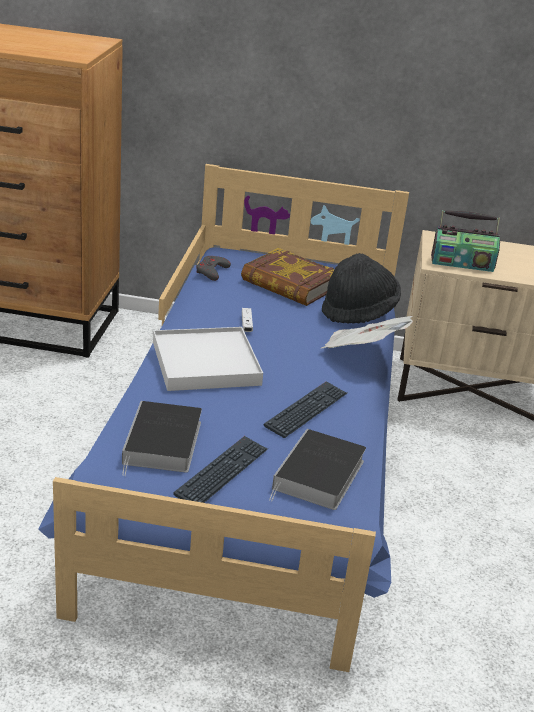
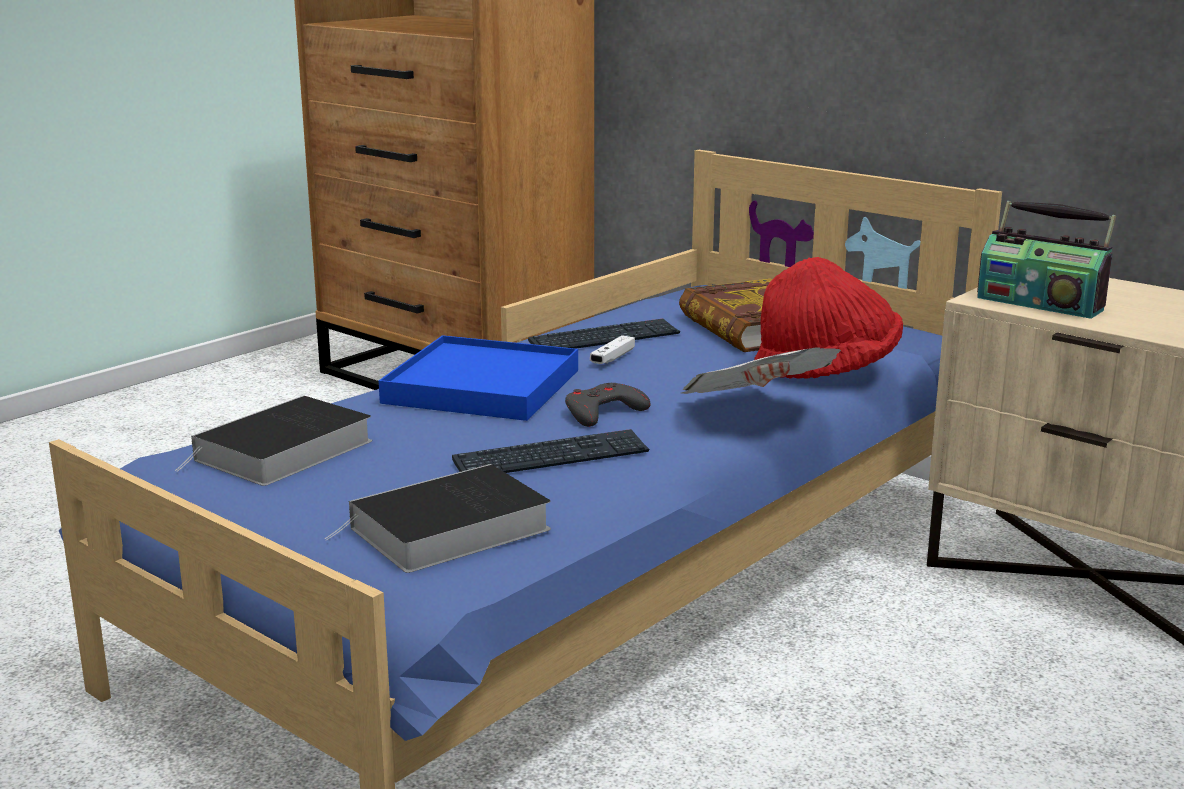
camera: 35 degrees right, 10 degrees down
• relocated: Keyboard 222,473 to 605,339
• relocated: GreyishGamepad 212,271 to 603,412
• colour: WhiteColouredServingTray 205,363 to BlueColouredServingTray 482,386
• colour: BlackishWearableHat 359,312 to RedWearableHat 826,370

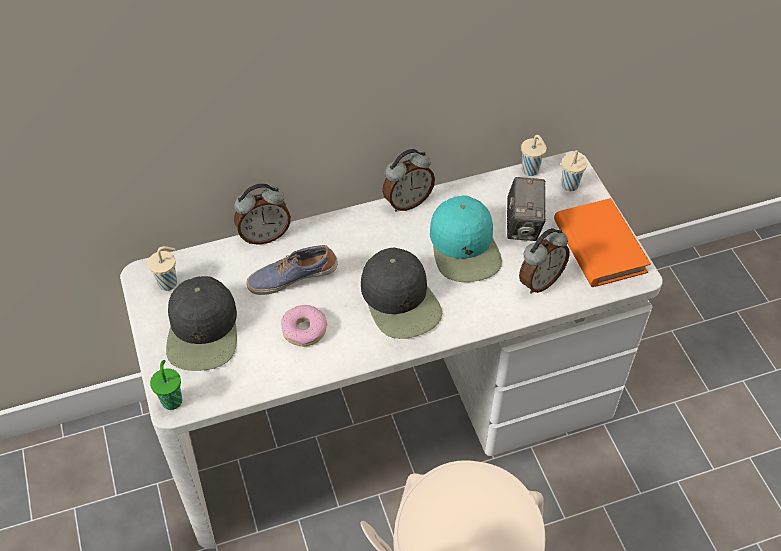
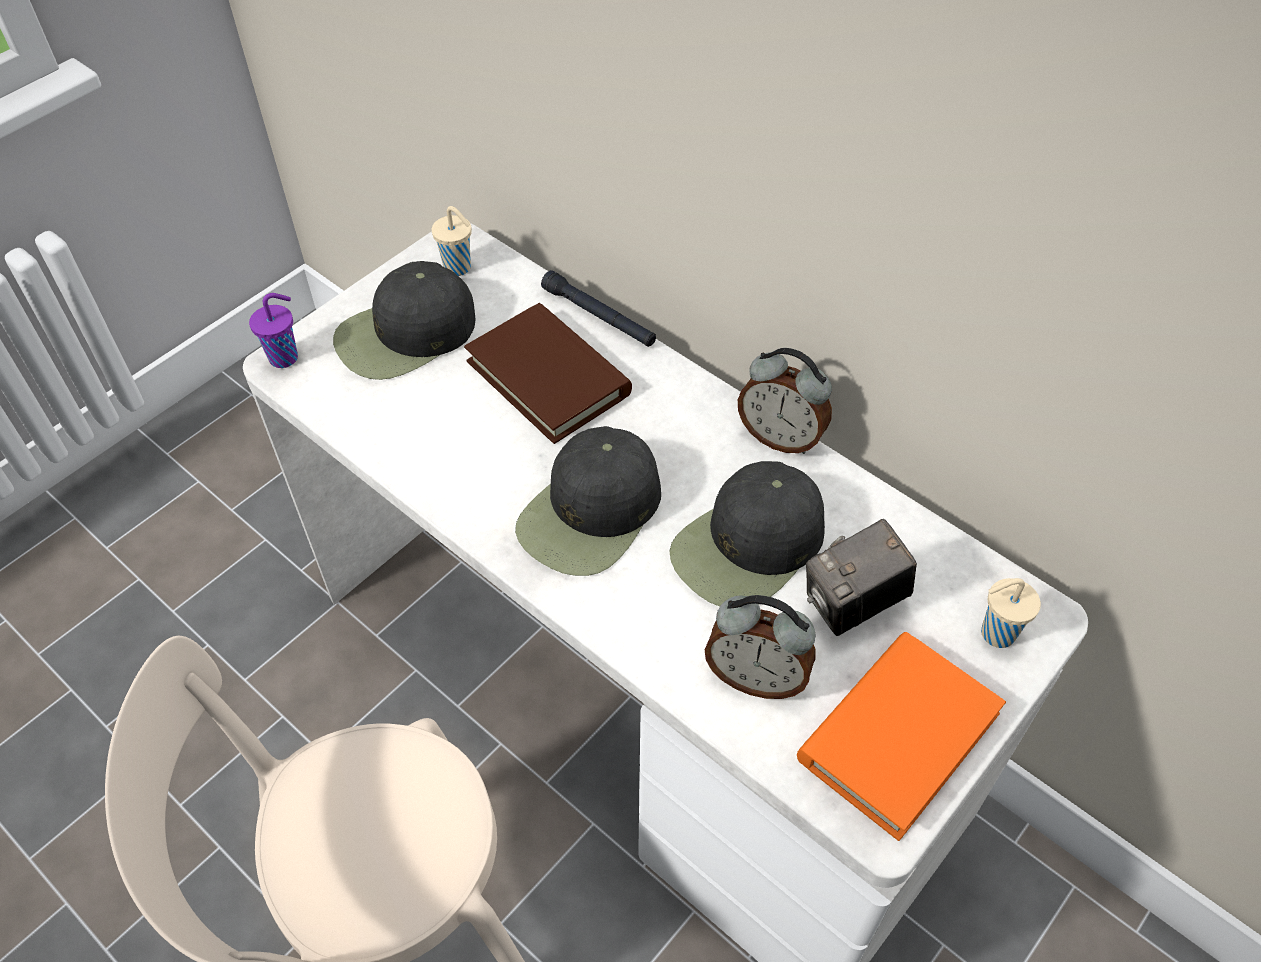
camera: 60 degrees right, 0 degrees up
• missing: Doughnut 304,329
• missing: BeigeColouredCup 531,171
• exchanged: BedsideClock 264,235 to BlackishTorch 599,317
• exchanged: LowShoe 292,278 to BrownBoundBook 548,377
• colour: GreenCup 172,400 to PurpleCup 285,357
• colour: TurquoiseColouredCap 465,247 to BlackishCap 749,546

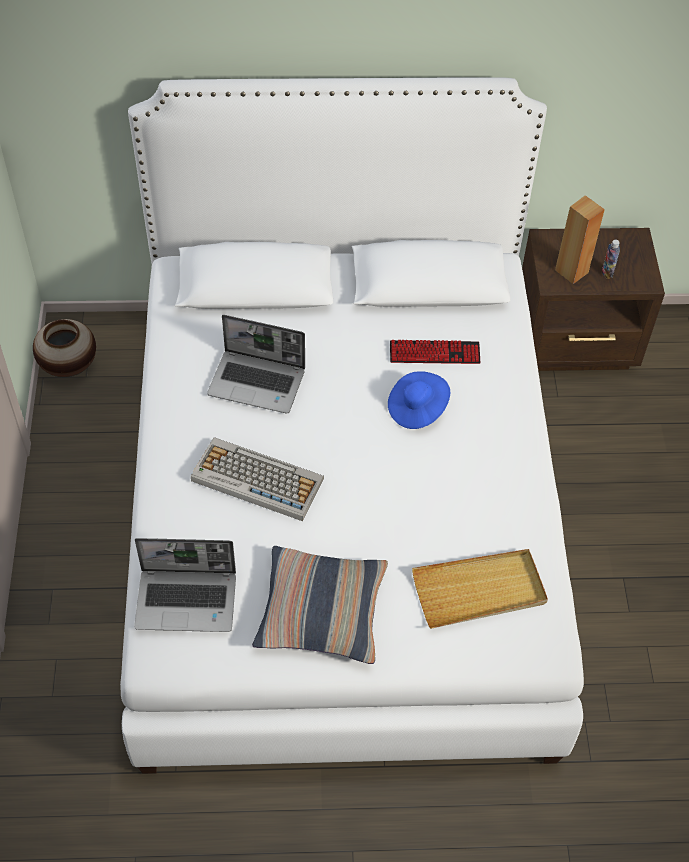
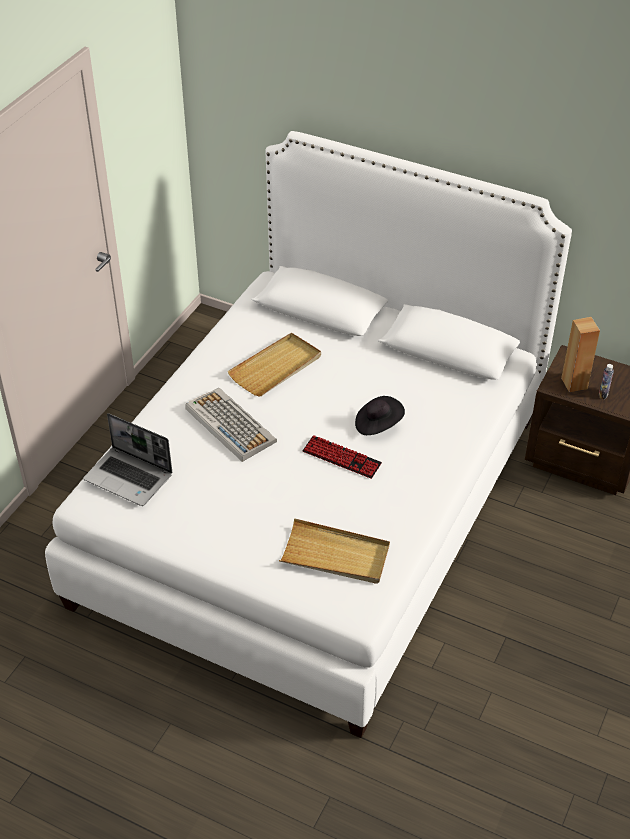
camera: 30 degrees right, 10 degrees down
• missing: FlowerVase 69,365
• missing: Cushion 321,611
• relocated: Keyboard 434,353 to 341,458
• exchanged: PortableComputer 258,382 to BeigeColouredServingTray 276,367
• colour: BlueColouredWearableHat 417,408 to BlackishWearableHat 378,425

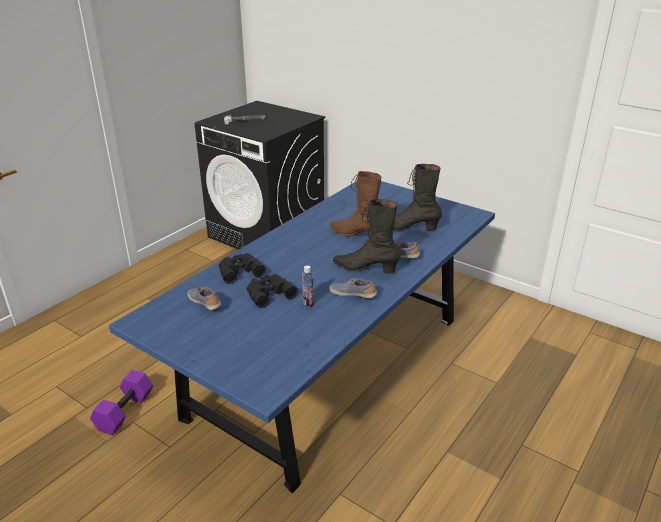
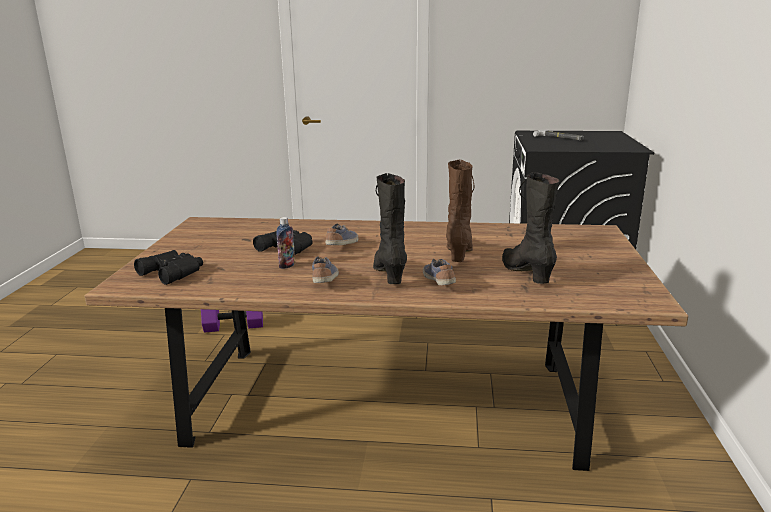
camera: 60 degrees right, 10 degrees down
• relocated: LowShoe 205,303 to 343,245
• relocated: BlackishBinoculars 239,271 to 174,272
• colour: BlueColouredDinnerTable 330,365 to BrownDinnerTable 387,402

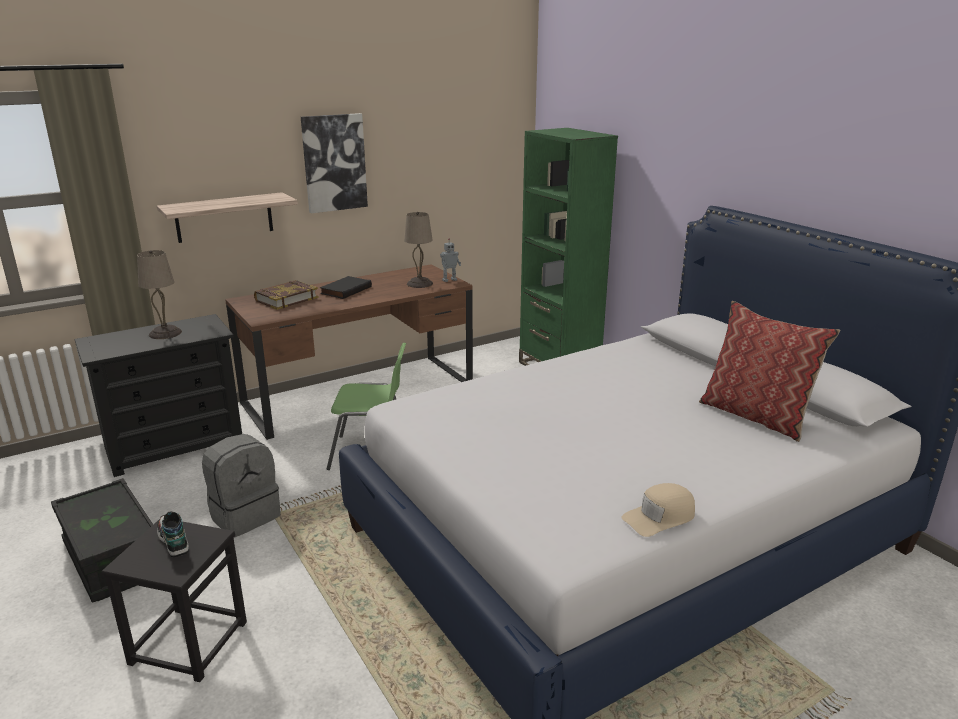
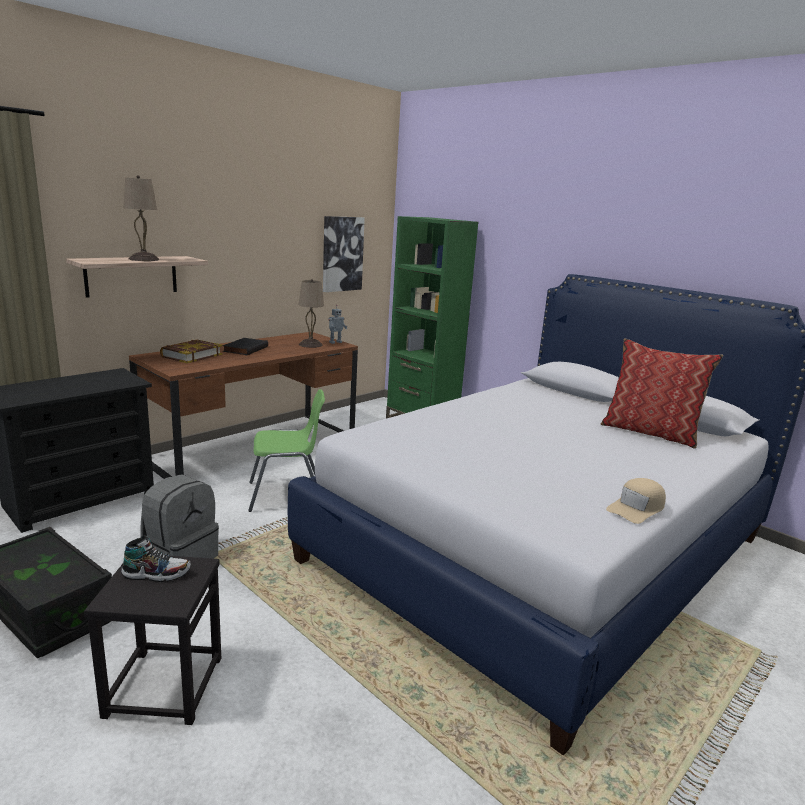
camera: 15 degrees left, 5 degrees down
• relocated: BeigeColouredLampForATable 164,333 to 143,259
• relocated: WallArt 334,163 to 342,254
• spun: LowShoe 173,541 = 156,574 135 degrees clockwise

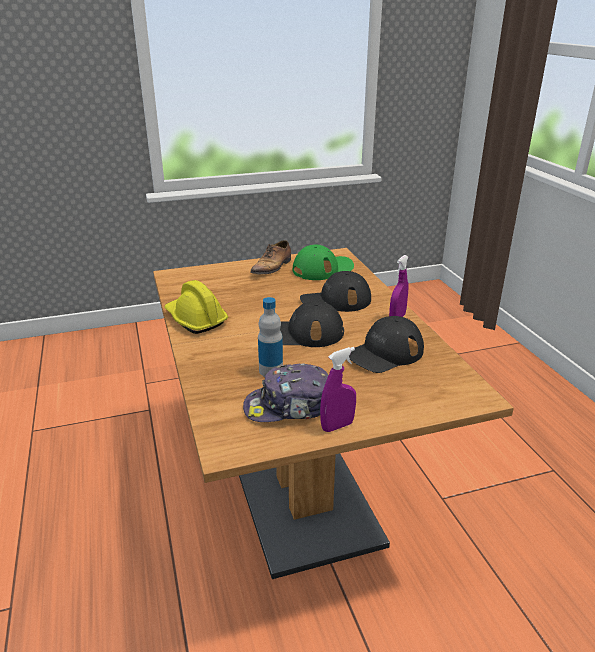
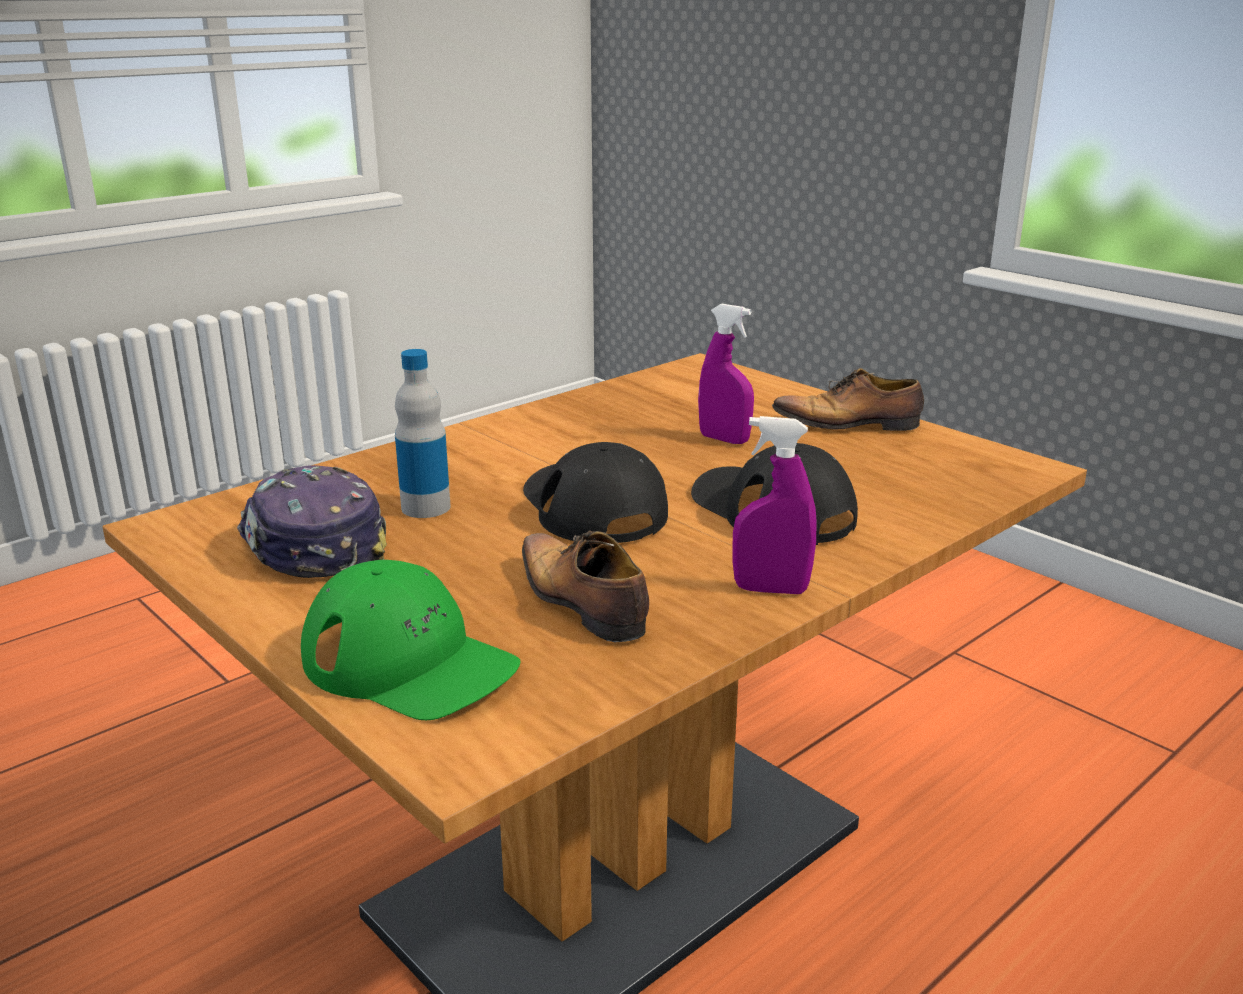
camera: 65 degrees right, 5 degrees down
• missing: YellowSafetyHelmet 195,319
• relocated: GreenCap 323,269 to 410,663
• relocated: PurpleSprayer 337,426 to 724,439
• exchanged: BlackishCap 384,353 to LowShoe 581,601

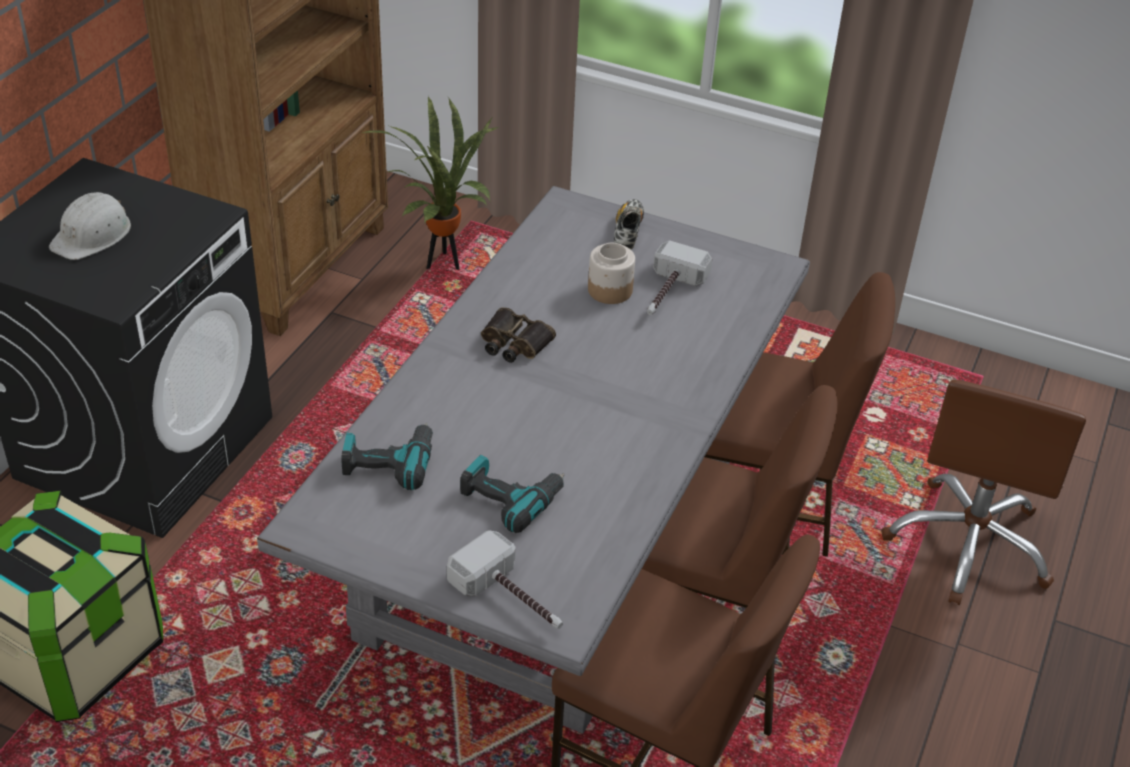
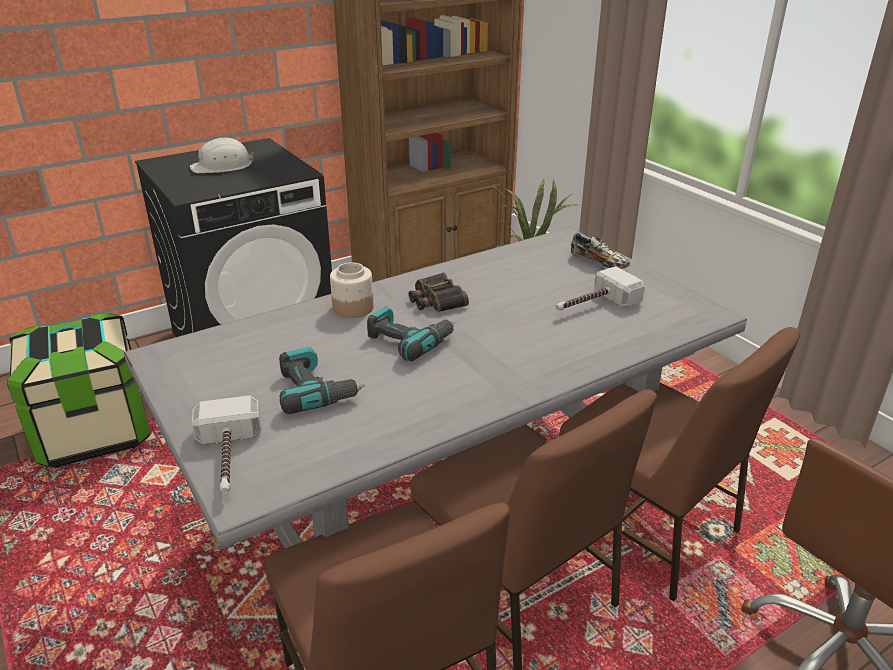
camera: 35 degrees right, 10 degrees down
• relocated: Drill 388,462 to 409,340
• relocated: PreserveJar 609,290 to 352,308
• spun: LowShoe 628,232 = 599,263 90 degrees clockwise

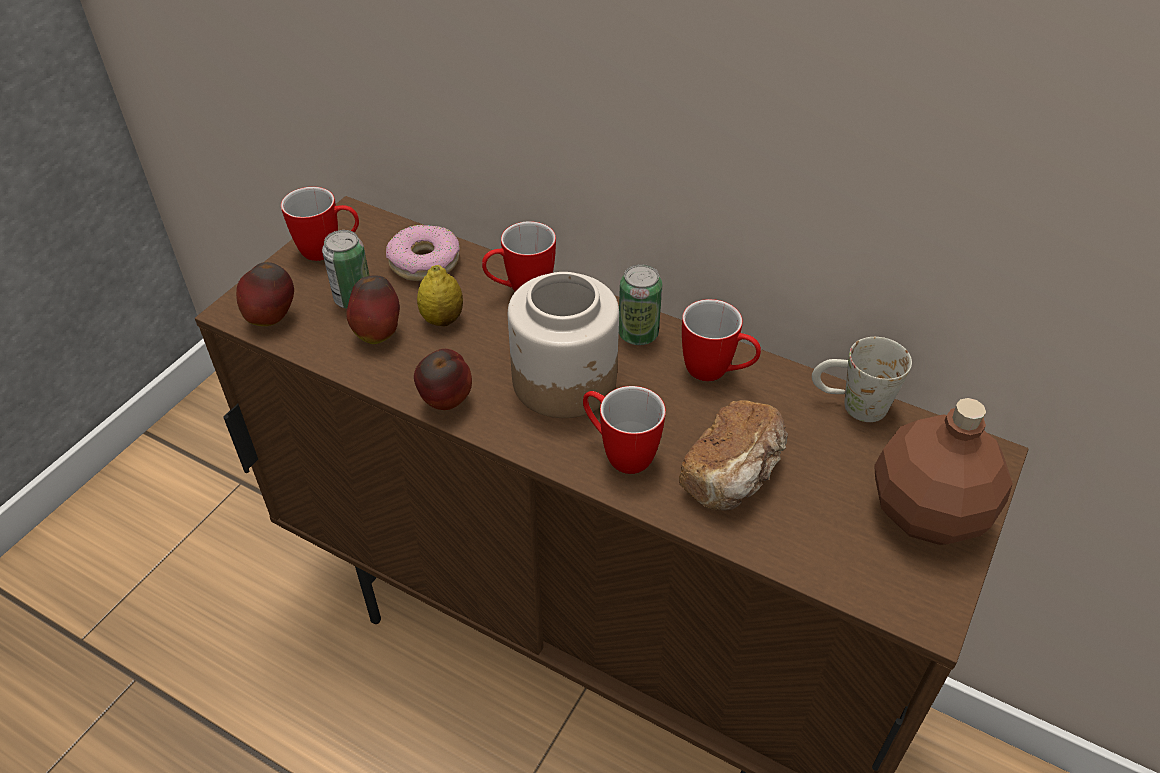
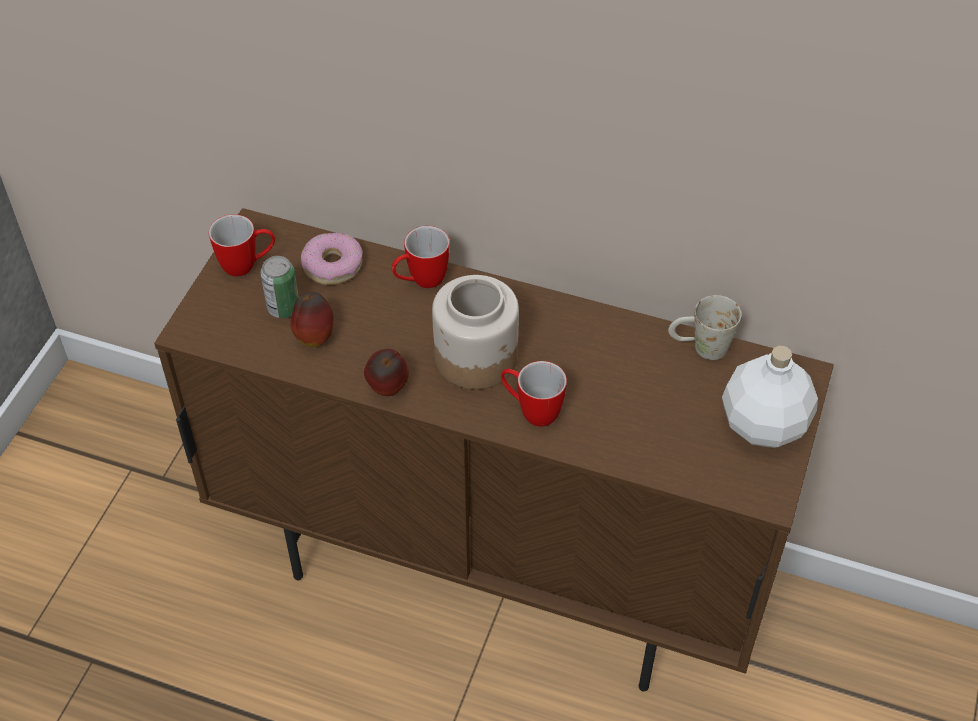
camera: 10 degrees left, 5 degrees up
• missing: AppleFruit 272,319
• missing: WholeLemon 442,319
• missing: SealedCan 638,334
• missing: Bread 734,475
• missing: TeaMug 716,373
• colour: BrownDrinkBottle 928,511 to WhiteColouredDrinkBottle 764,423

